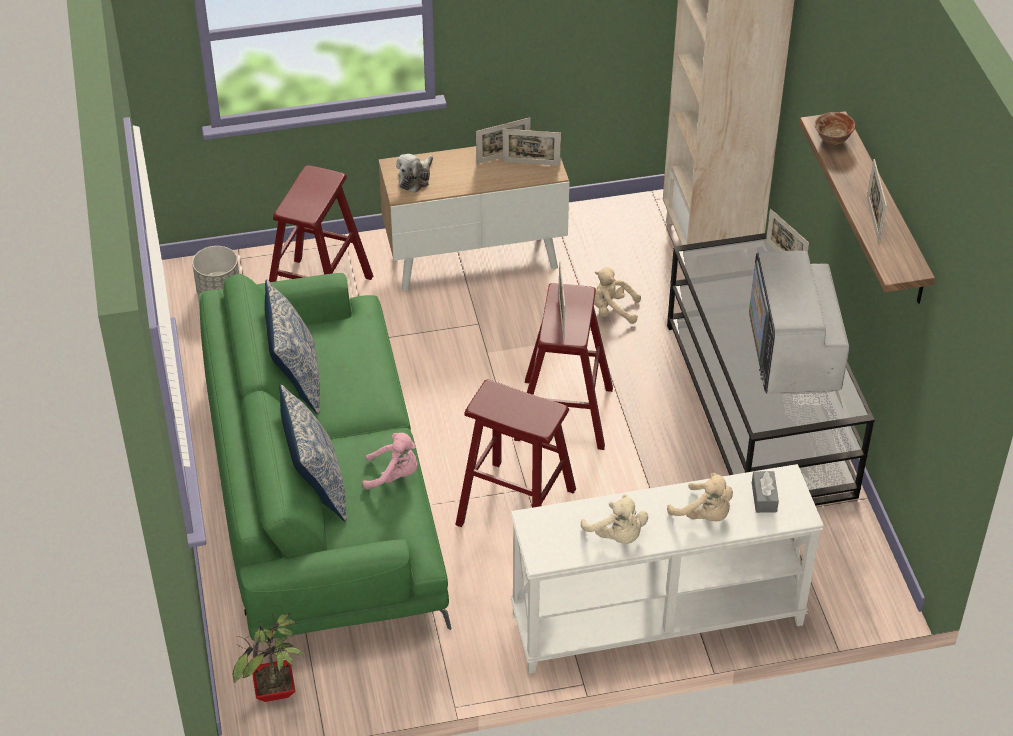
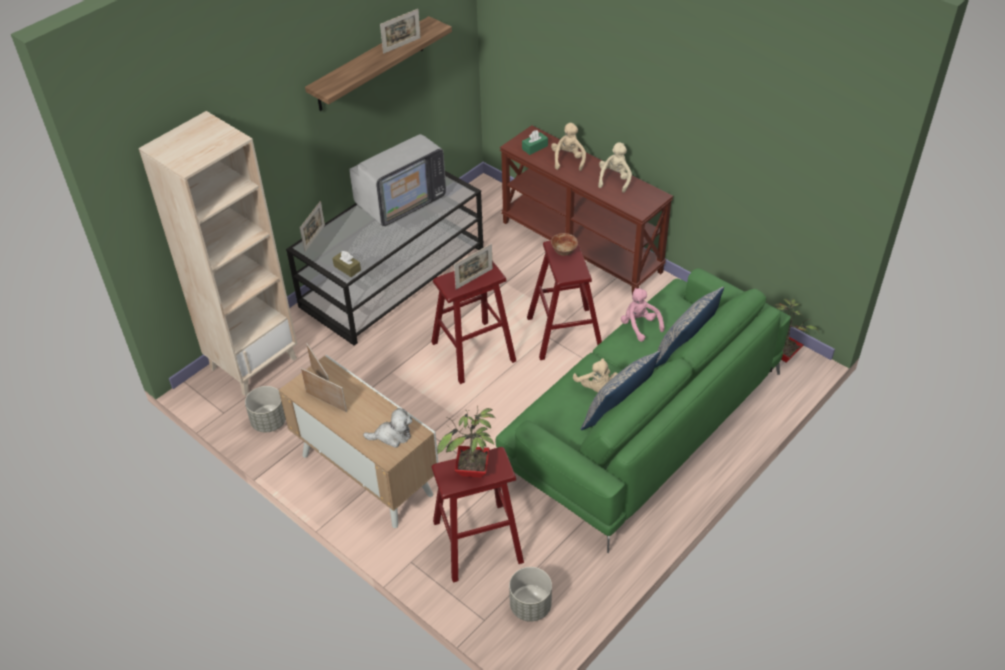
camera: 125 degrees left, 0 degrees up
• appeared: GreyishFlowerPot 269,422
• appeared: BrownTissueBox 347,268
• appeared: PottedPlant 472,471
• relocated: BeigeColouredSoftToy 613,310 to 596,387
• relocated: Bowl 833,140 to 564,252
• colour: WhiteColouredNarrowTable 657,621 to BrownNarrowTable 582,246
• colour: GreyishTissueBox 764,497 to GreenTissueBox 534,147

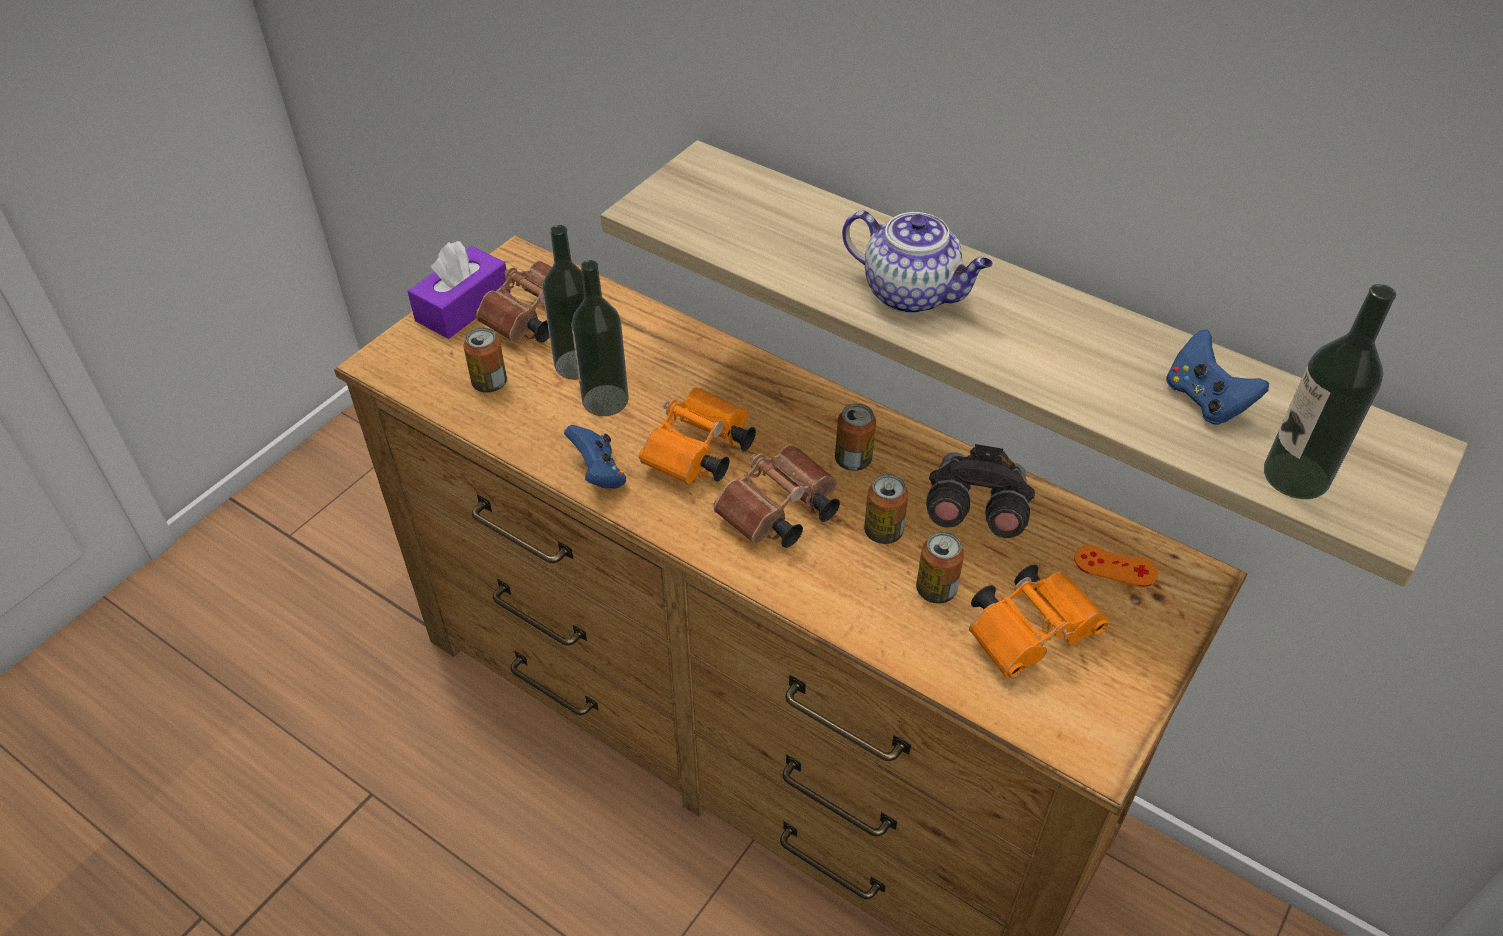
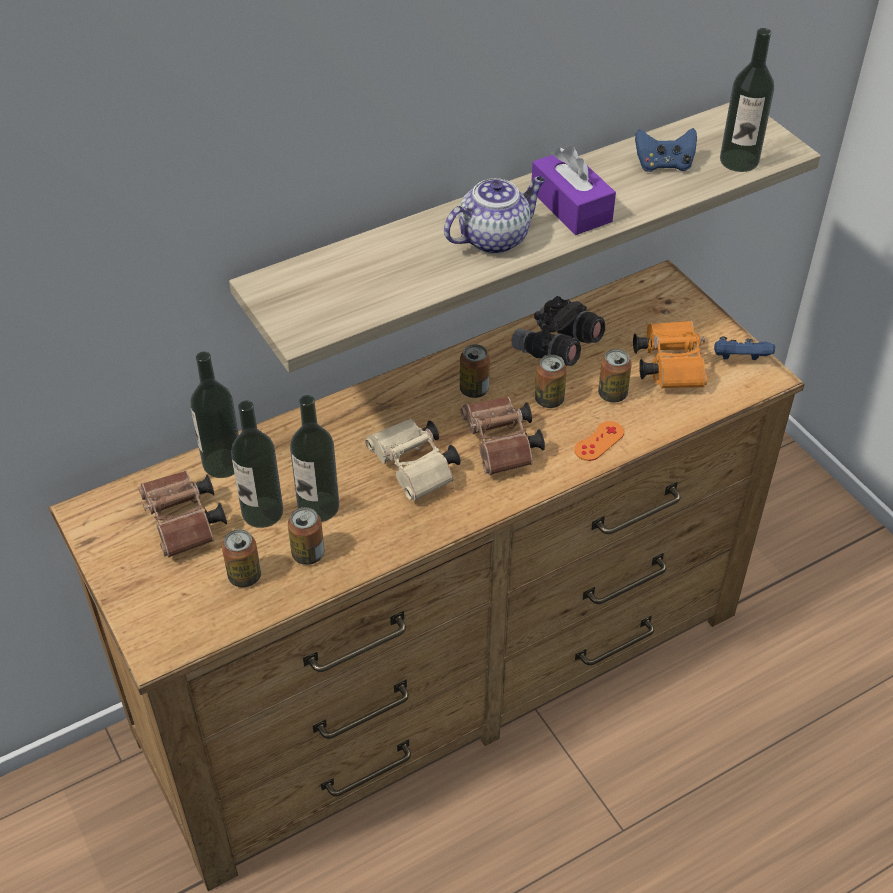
camera: 65 degrees left, 0 degrees up
• appeared: DrinkBottle 222,463
• appeared: SealedCan 308,554
• relocated: PurpleTissueBox 463,306 to 571,206
• relocated: BlueColouredGamepad 598,473 to 739,360
• relocated: OrangeyGamepad 1115,566 to 599,441
• colour: OrangeyBinoculars 698,454 to BeigeColouredBinoculars 415,470

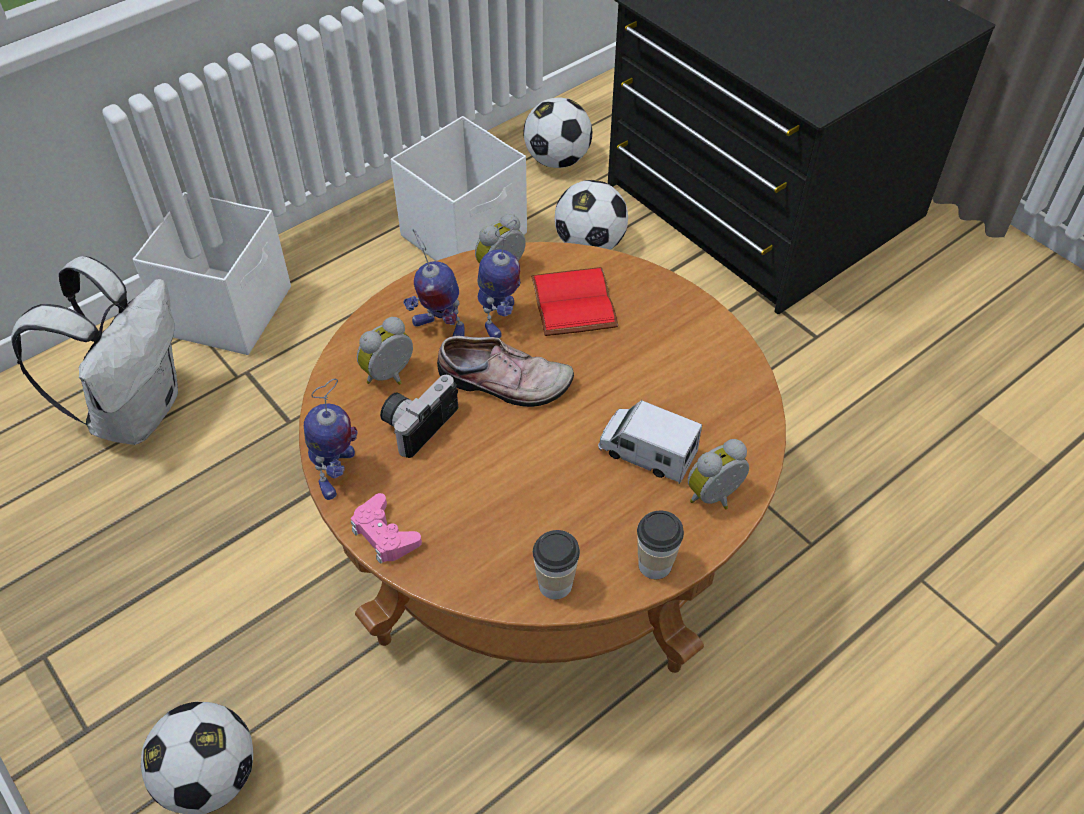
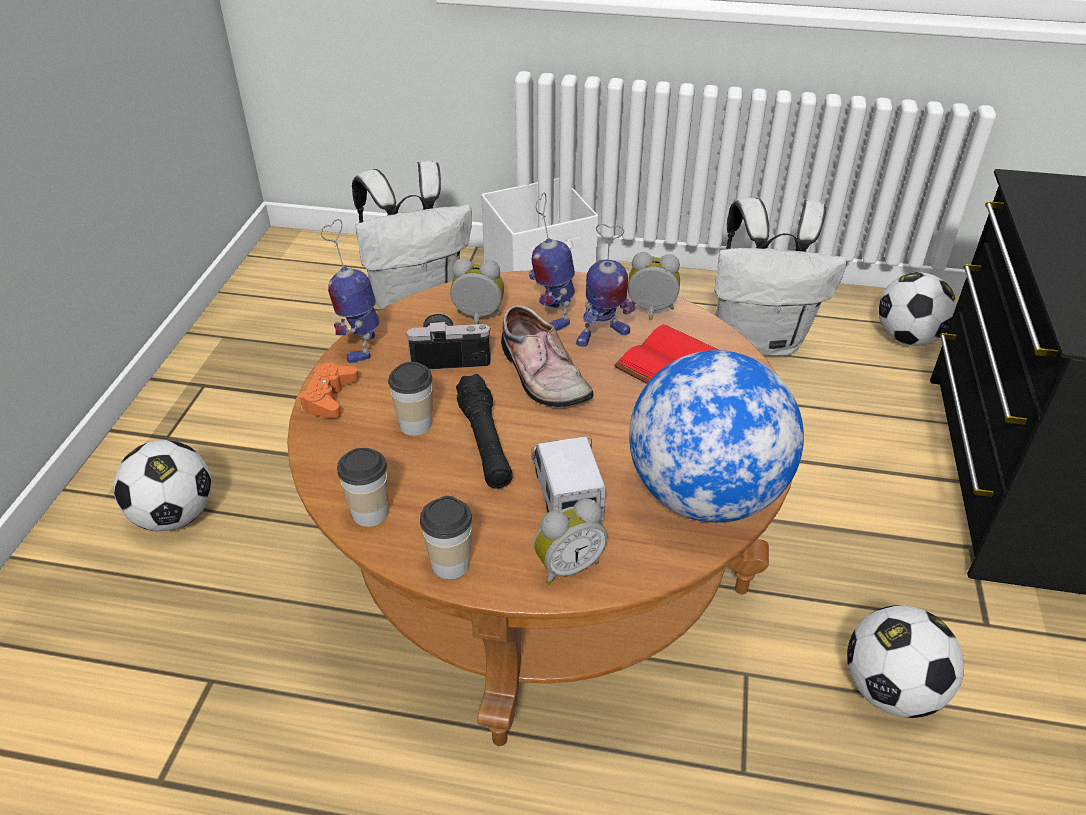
camera: 50 degrees right, 10 degrees down
• appeared: Cup 415,424
• appeared: BlackishTorch 485,442
• appeared: DeskGlobe 704,495
• relocated: FootballBall 590,245 to 891,690
• exchanged: WhiteColouredStorageBox 466,235 to WhiteColouredBackpack 759,340
• colour: PinkishGamepad 384,534 to OrangeyGamepad 329,397
• spun: ModelRobot 336,473 = 361,344 120 degrees clockwise
• spun: BedsideClock 716,498 = 567,566 135 degrees clockwise

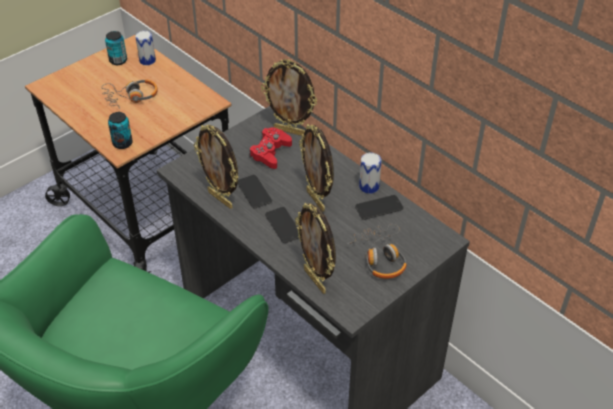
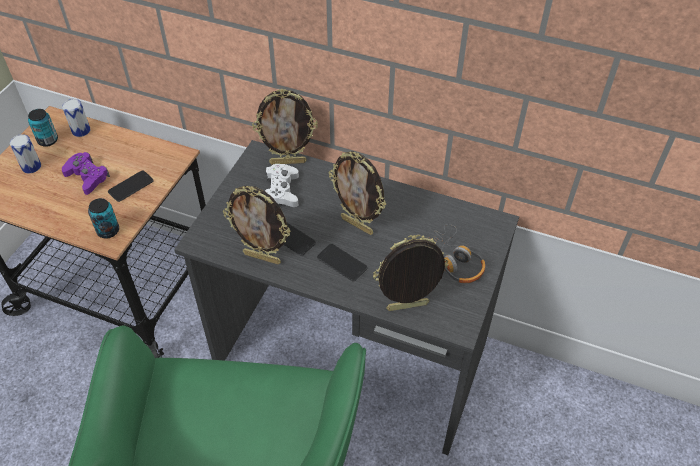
camera: 25 degrees left, 5 degrees up
• relocated: Phone 379,208 to 131,186
• relocated: SealedCan 369,186 to 31,167
• exchanged: Headset 131,97 to PurpleGamepad 87,177
• colour: RedGamepad 270,152 to WhiteColouredGamepad 282,190
• spun: StandingFrame 316,280 = 407,308 135 degrees clockwise

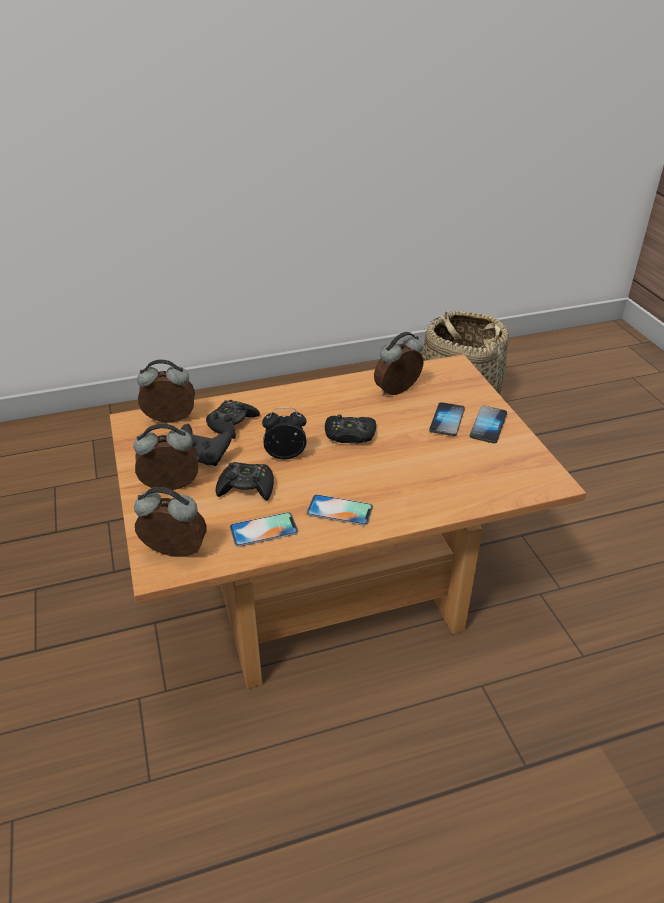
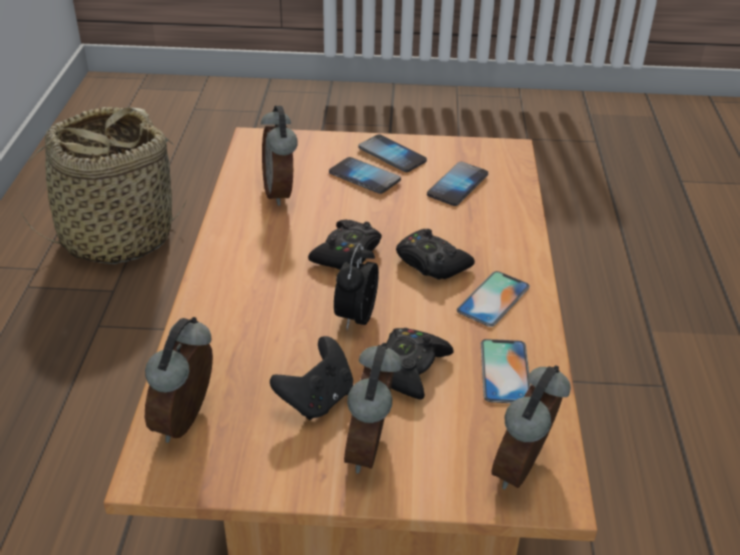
camera: 70 degrees left, 0 degrees up
• appeared: Phone 457,185
• relocated: BlackishGamepad 232,424 to 431,263

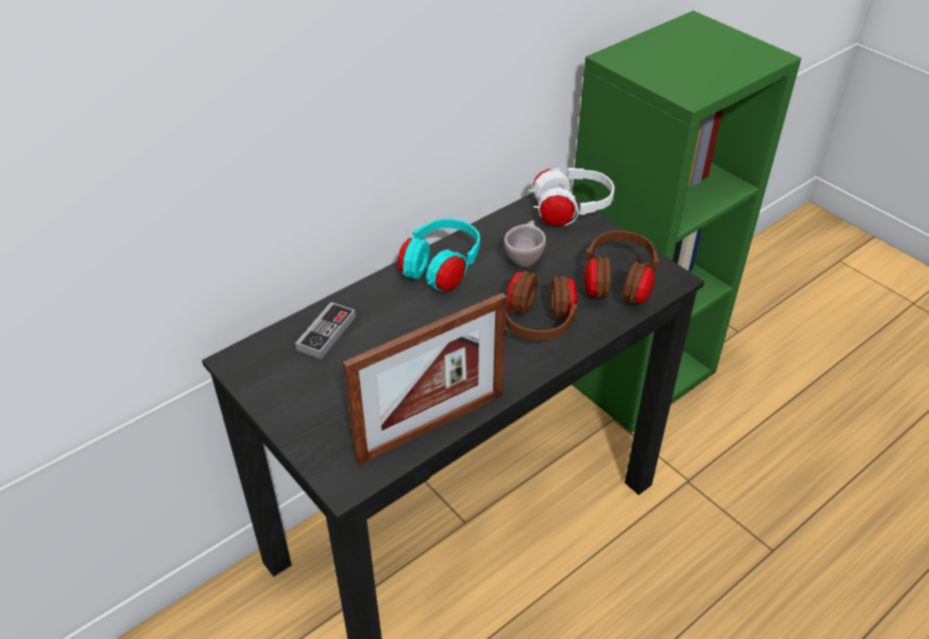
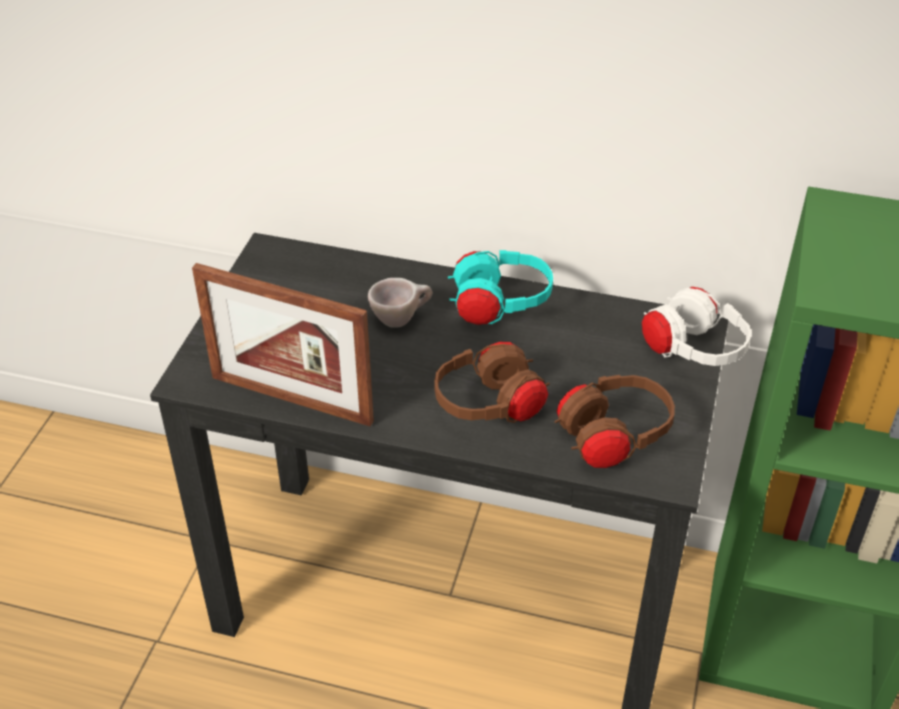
camera: 55 degrees right, 0 degrees up
• missing: Gamepad 326,333
• relocated: BeigeColouredCup 524,258 to 401,319

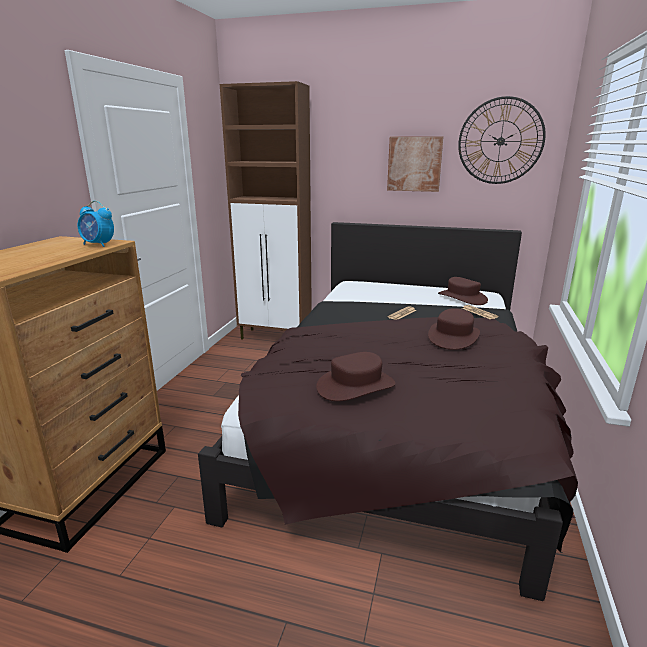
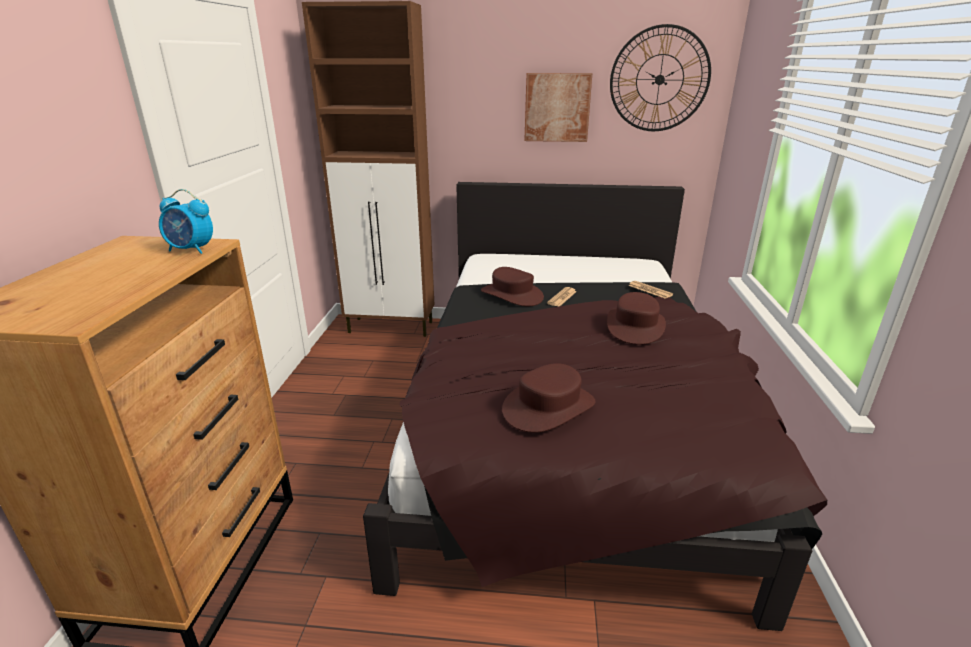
camera: 10 degrees left, 5 degrees up
• relocated: BrownWearableHat 462,298 to 512,295

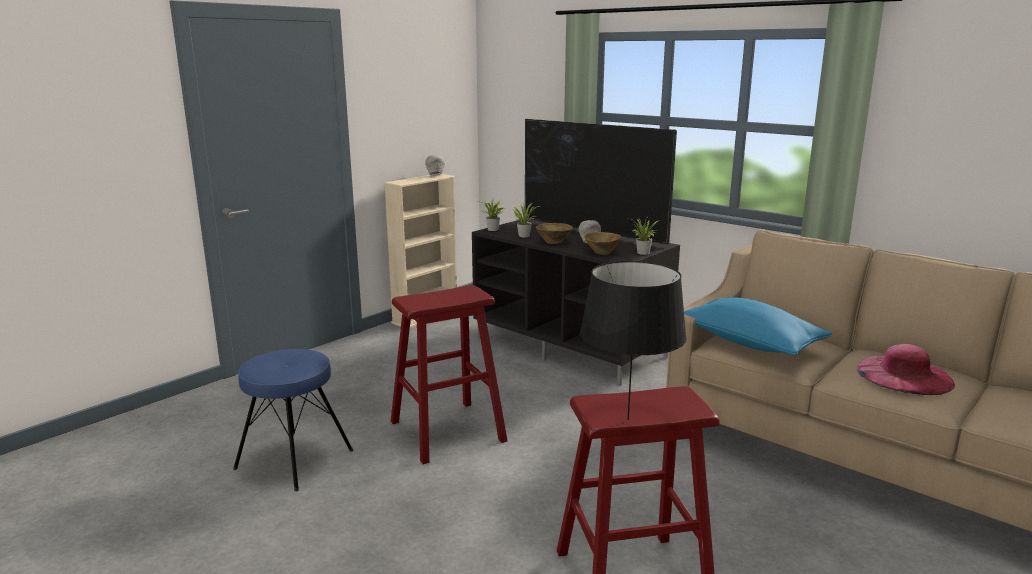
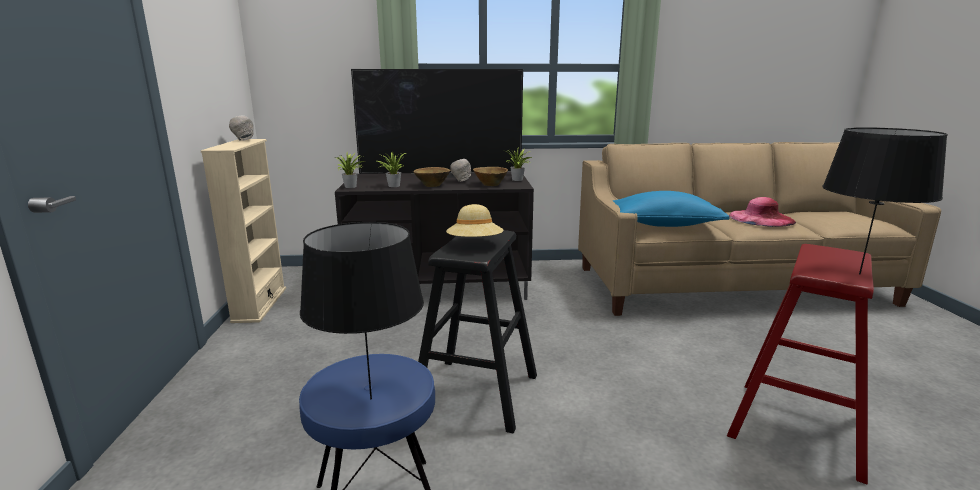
camera: 45 degrees left, 0 degrees up
• appeared: BlackishLampForATable 370,398
• appeared: BeigeColouredWearableHat 475,244
• colour: RedStoolSeat 447,431 to BlackishStoolSeat 476,393

